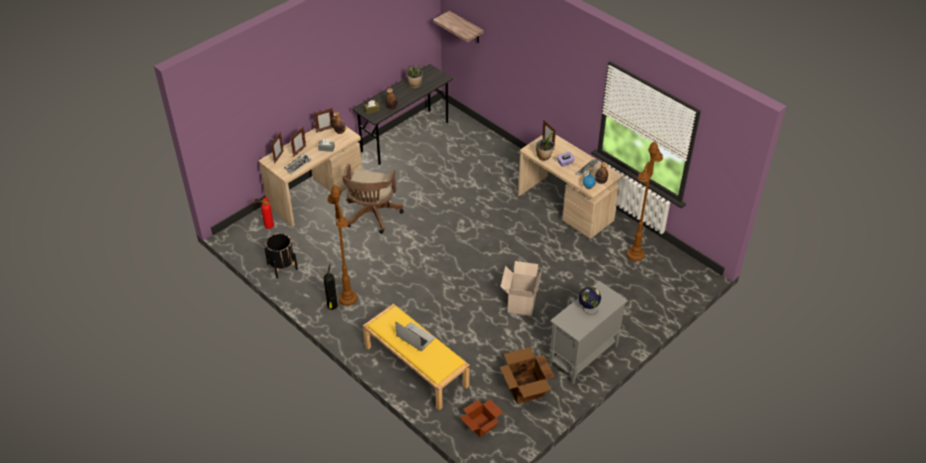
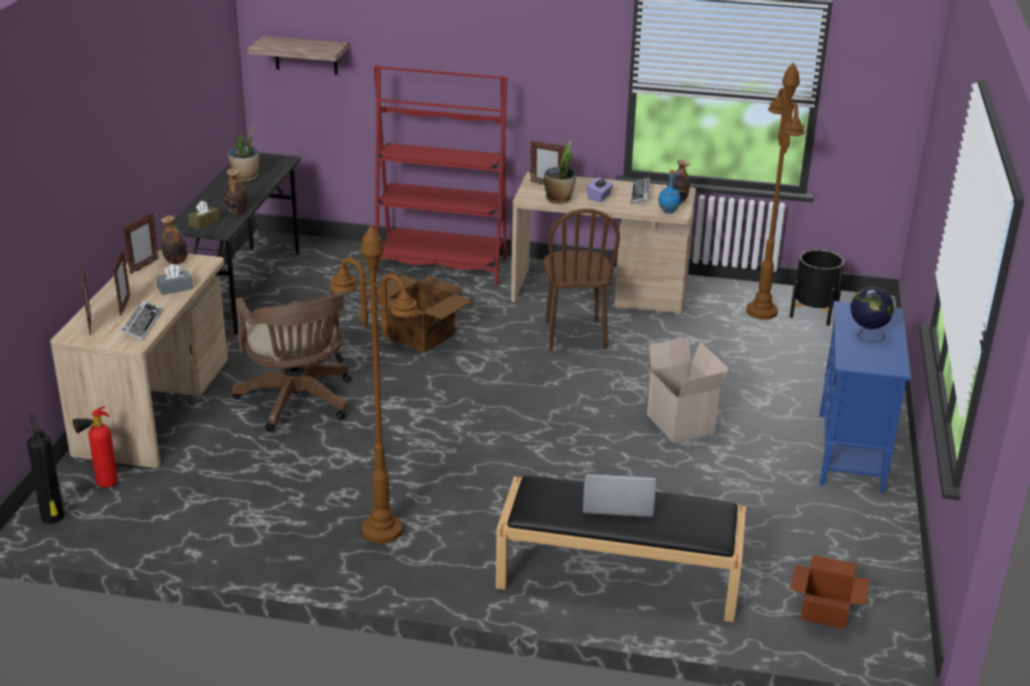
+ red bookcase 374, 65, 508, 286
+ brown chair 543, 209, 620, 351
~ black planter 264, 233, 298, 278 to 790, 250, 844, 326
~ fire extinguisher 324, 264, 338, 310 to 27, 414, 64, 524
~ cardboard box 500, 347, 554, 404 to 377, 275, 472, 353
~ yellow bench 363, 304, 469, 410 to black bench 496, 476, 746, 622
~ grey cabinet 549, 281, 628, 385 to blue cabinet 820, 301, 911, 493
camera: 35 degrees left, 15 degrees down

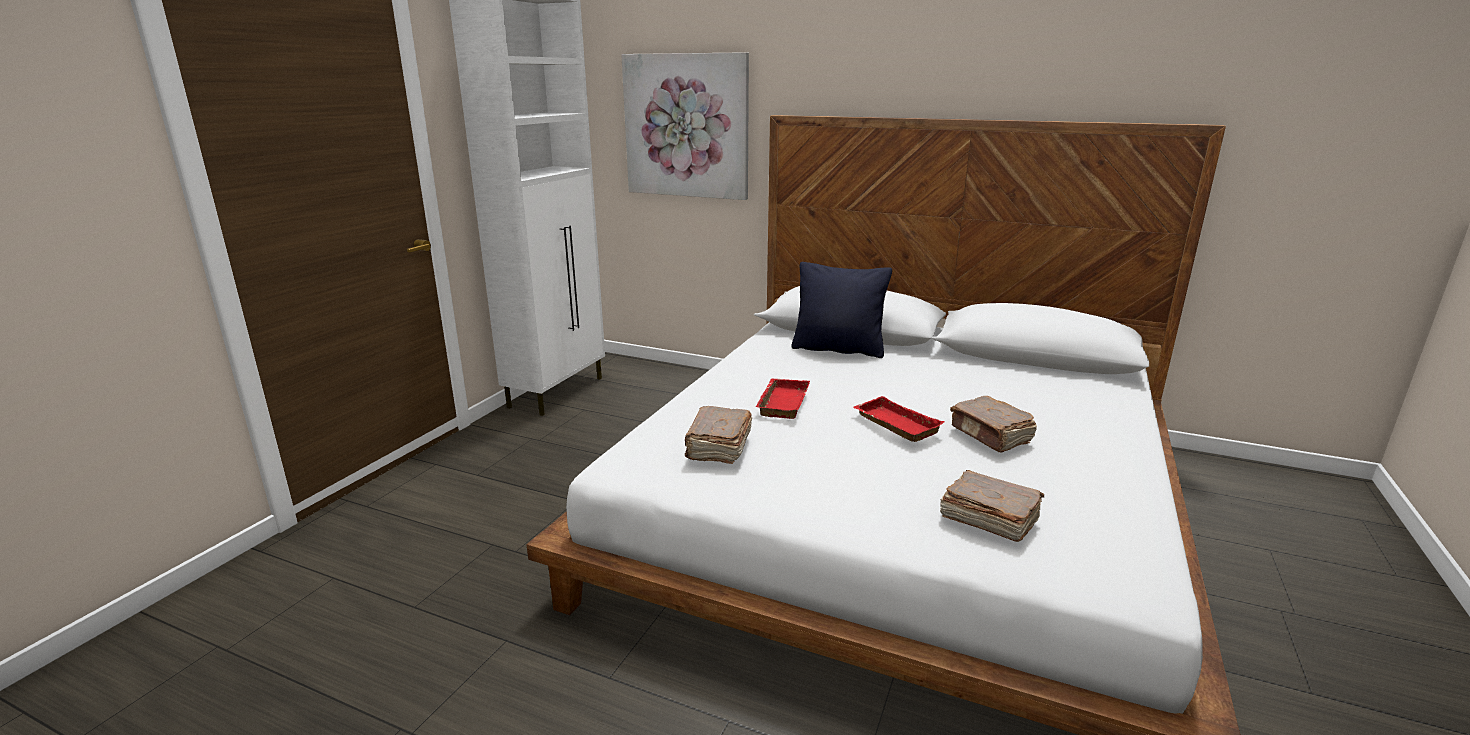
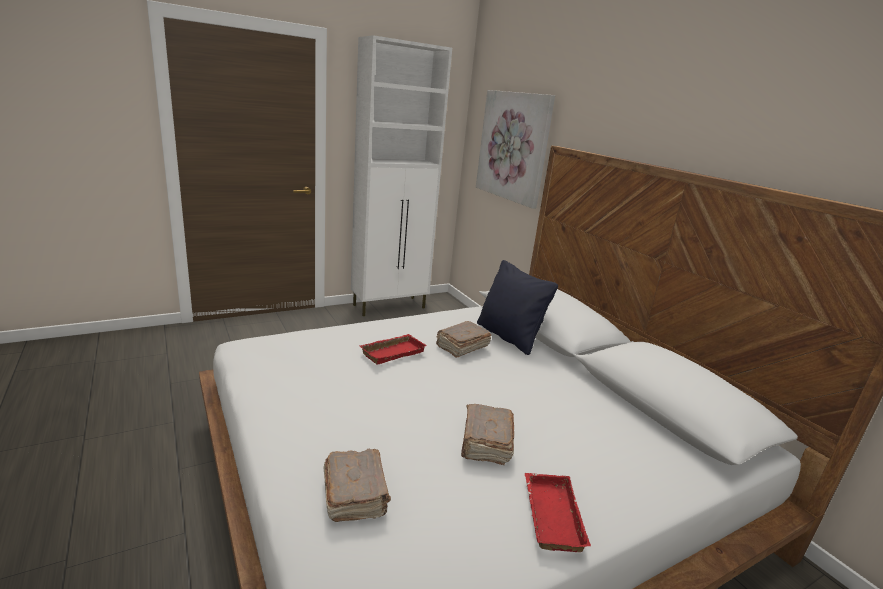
~ brown book 684, 406, 752, 464 to 436, 321, 491, 358
~ red tray 853, 396, 944, 442 to 524, 473, 591, 552
camera: 35 degrees right, 0 degrees up

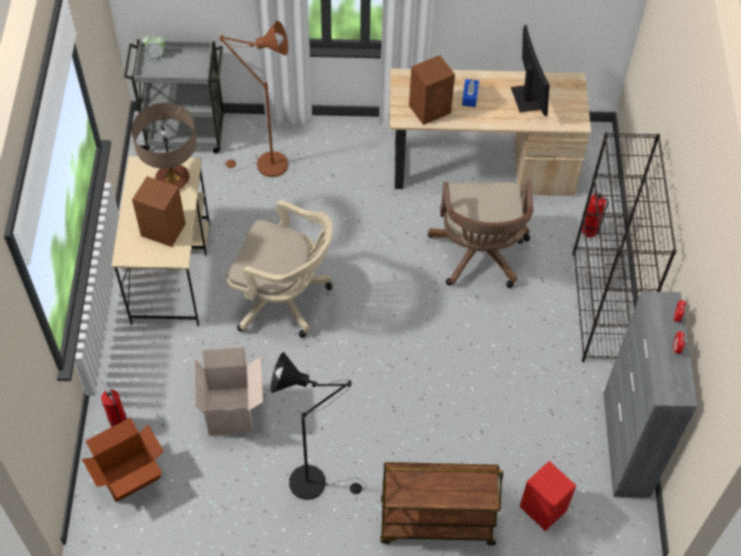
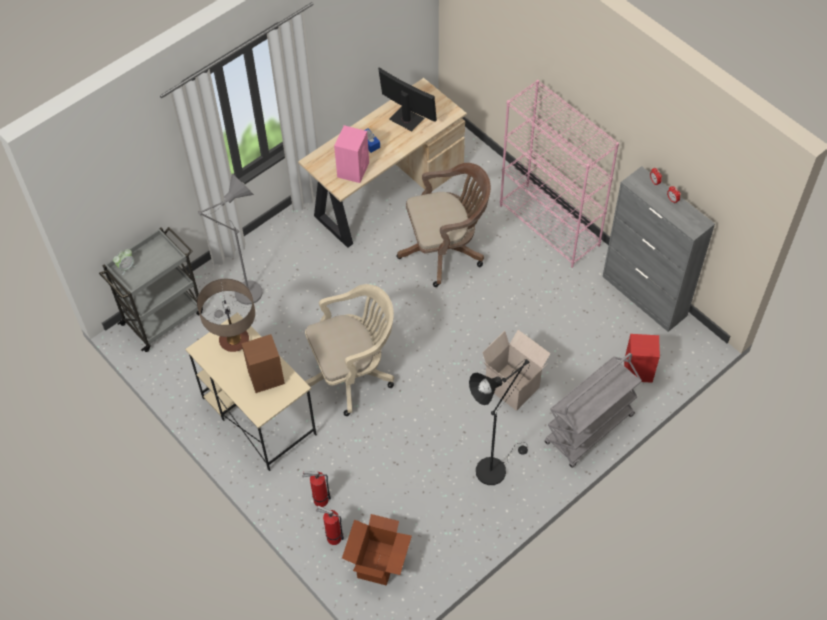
~ cardboard box 194, 347, 263, 436 to 482, 330, 551, 411
~ fire extinguisher 582, 182, 609, 237 to 302, 470, 331, 507
~ brown floor lamp 220, 20, 288, 177 to grey floor lamp 198, 173, 263, 321
~ brown cart 380, 462, 503, 546 to grey cart 544, 353, 642, 468
~ brown speaker 409, 55, 455, 125 to pink speaker 334, 125, 369, 183
~ black bookcase 572, 132, 677, 362 to pink bookcase 500, 80, 619, 268
~ brown office chair 427, 180, 534, 288 = 397, 163, 491, 287 60 degrees counterclockwise
camera: 40 degrees left, 0 degrees up

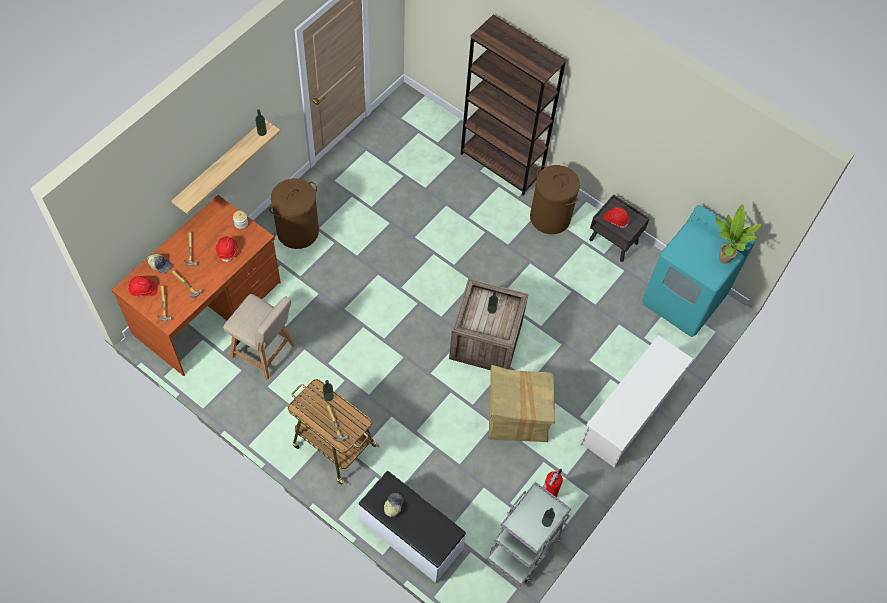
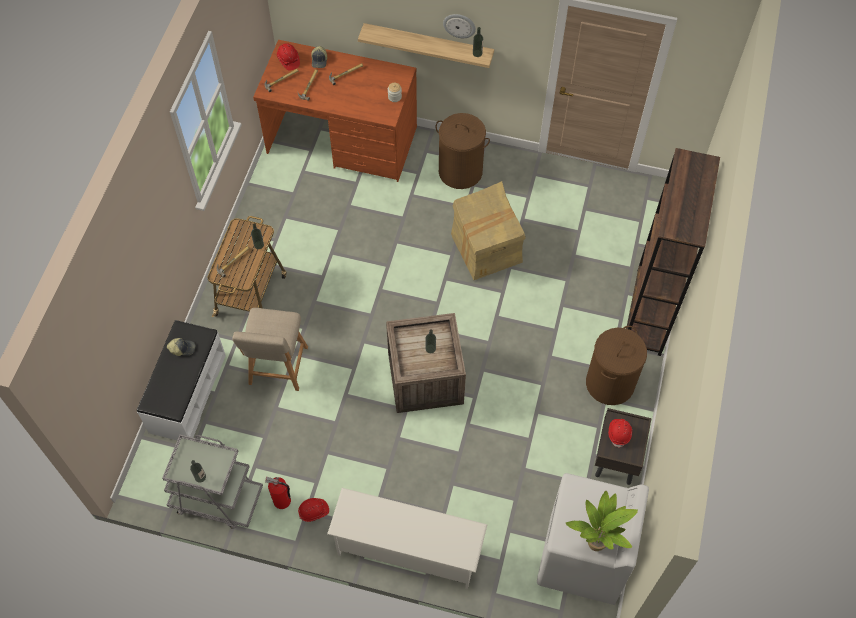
+ wall clock 443, 14, 476, 38
~ red hard hat 216, 236, 237, 263 to 298, 498, 329, 522
~ beige chair 223, 294, 295, 380 to 232, 308, 308, 391
~ cardboard box 489, 365, 555, 442 to 451, 181, 526, 280
~ turquoise washing machine 642, 205, 755, 337 to white washing machine 537, 473, 649, 605
camera: 70 degrees right, 0 degrees up

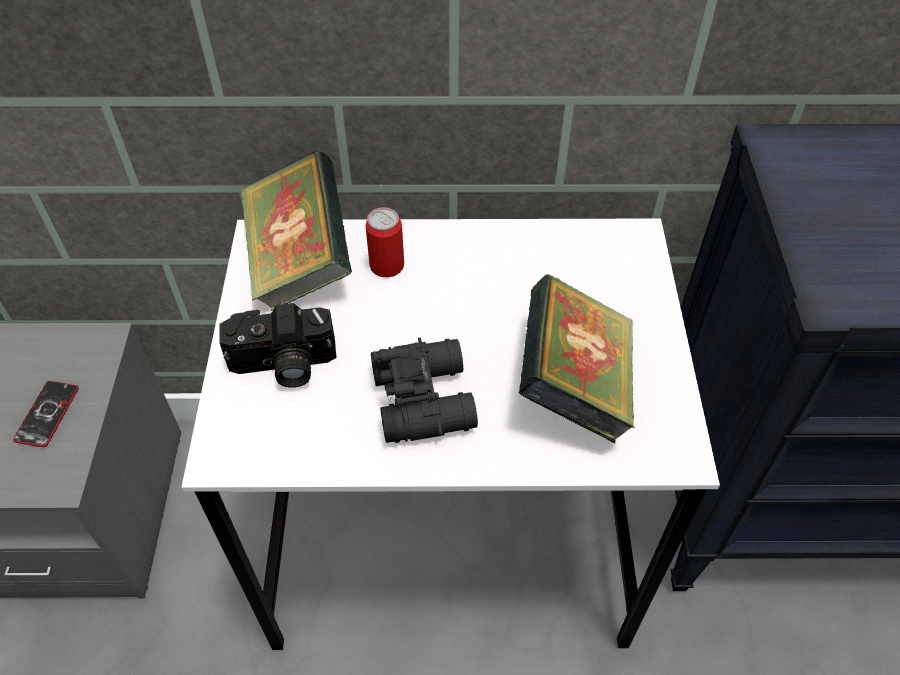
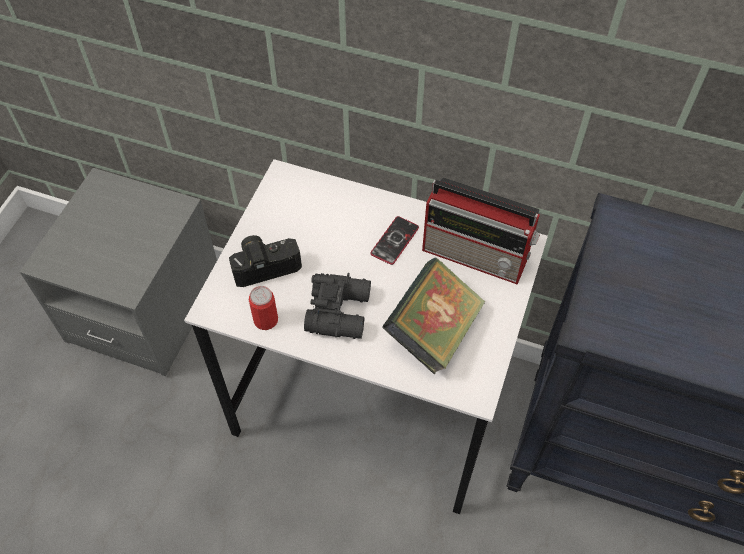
- book 240, 151, 352, 311
+ radio 422, 177, 540, 285
~ phone 13, 381, 79, 447 to 370, 216, 419, 265
~ can 366, 207, 404, 277 to 249, 286, 278, 330
~ photo camera 219, 303, 337, 388 = 229, 235, 302, 287 150 degrees clockwise
camera: 20 degrees right, 5 degrees up

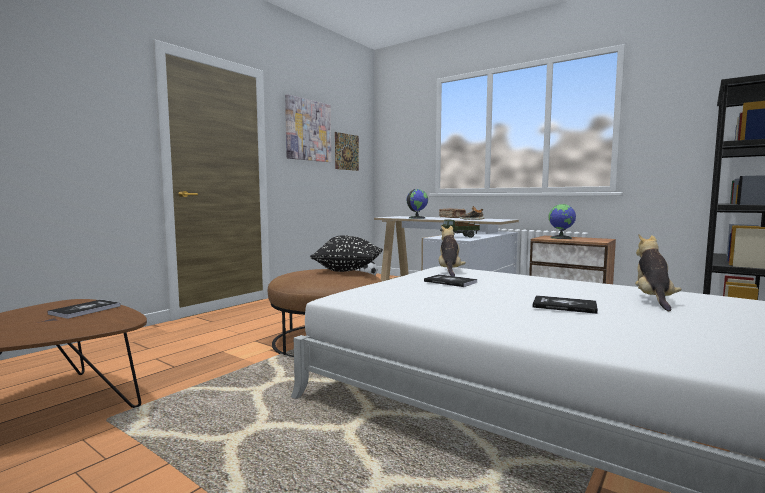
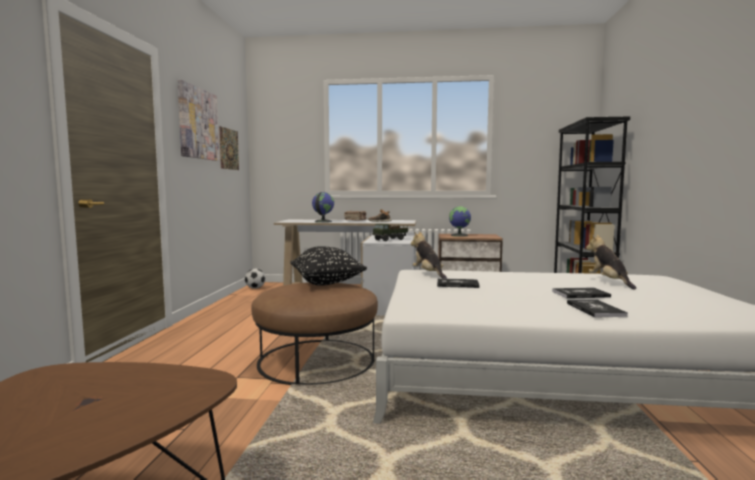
~ book 47, 300, 120, 319 to 567, 299, 628, 318
camera: 30 degrees left, 0 degrees up

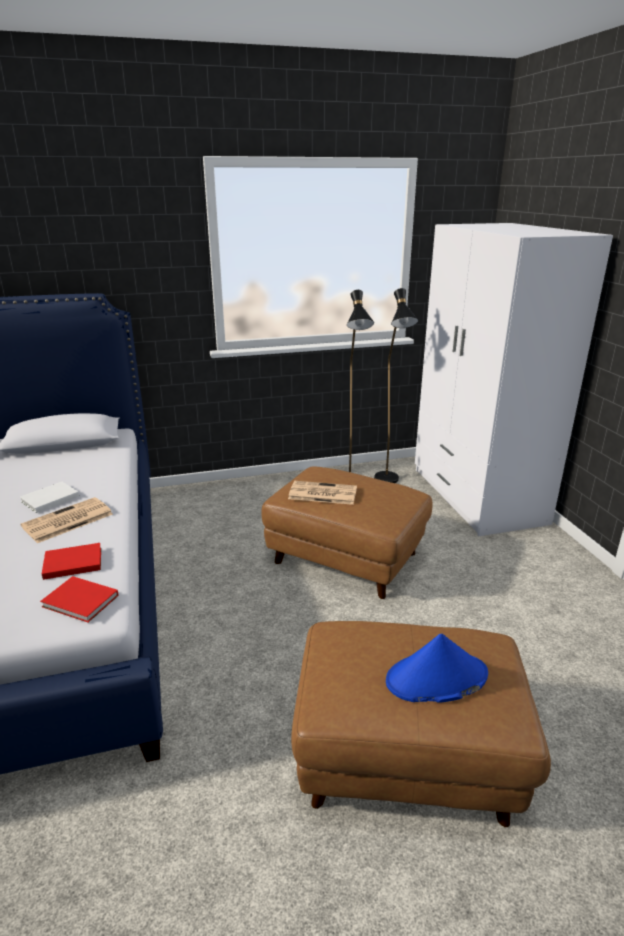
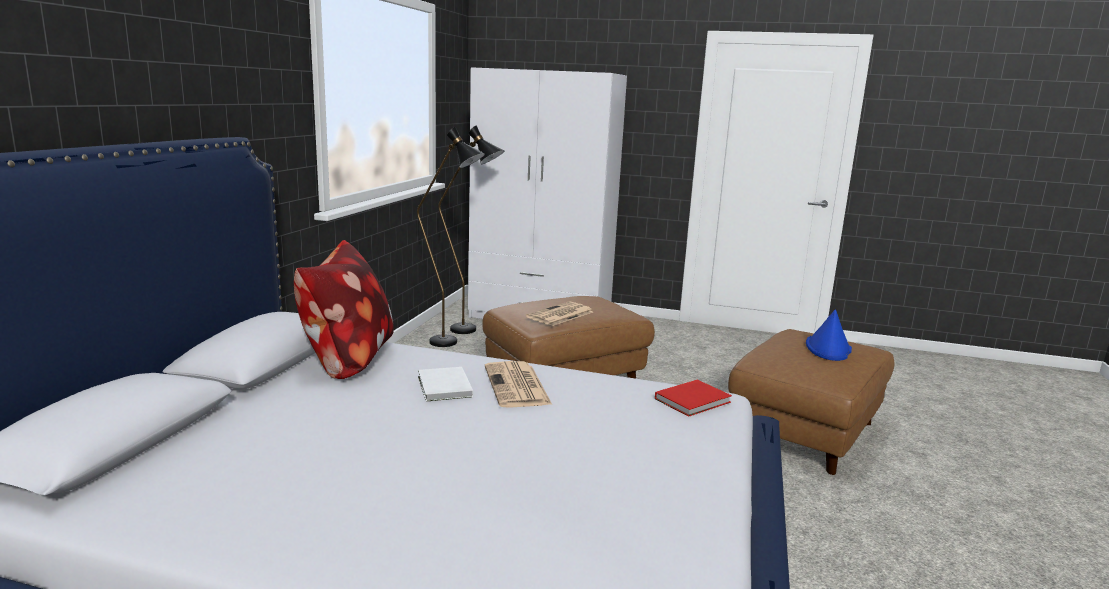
- red book 42, 543, 101, 580
+ pillow 294, 240, 394, 379
camera: 60 degrees left, 10 degrees down

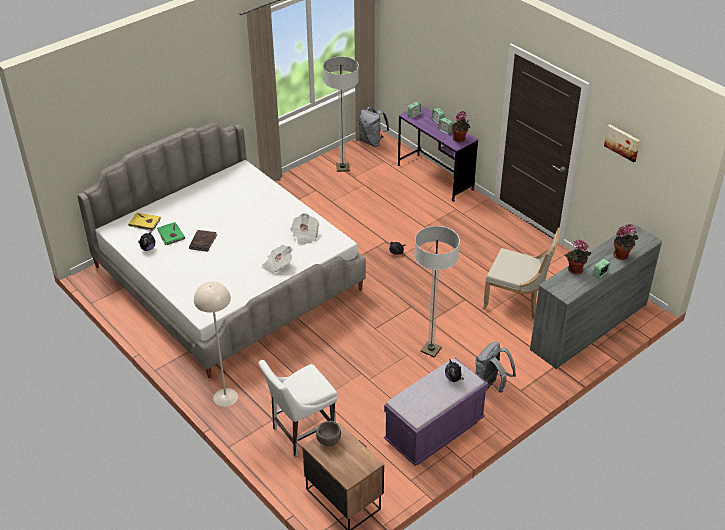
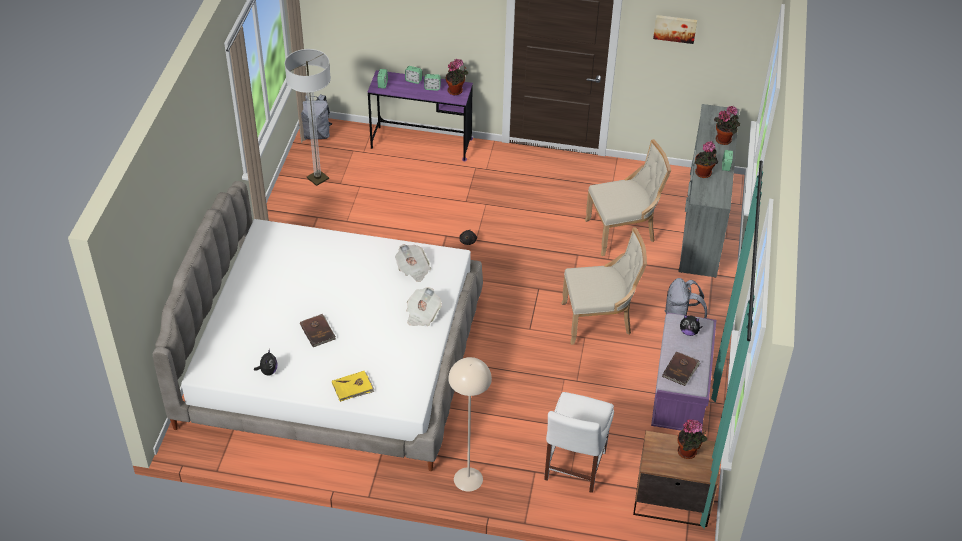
- green book 157, 222, 185, 245
- brown bowl 316, 421, 341, 446
+ brown book 662, 352, 700, 386
+ potted plant 678, 420, 707, 459
~ yellow book 128, 212, 161, 231 to 332, 371, 374, 402
~ floor lamp 414, 226, 460, 357 to beige chair 561, 228, 647, 345
camera: 40 degrees left, 5 degrees up

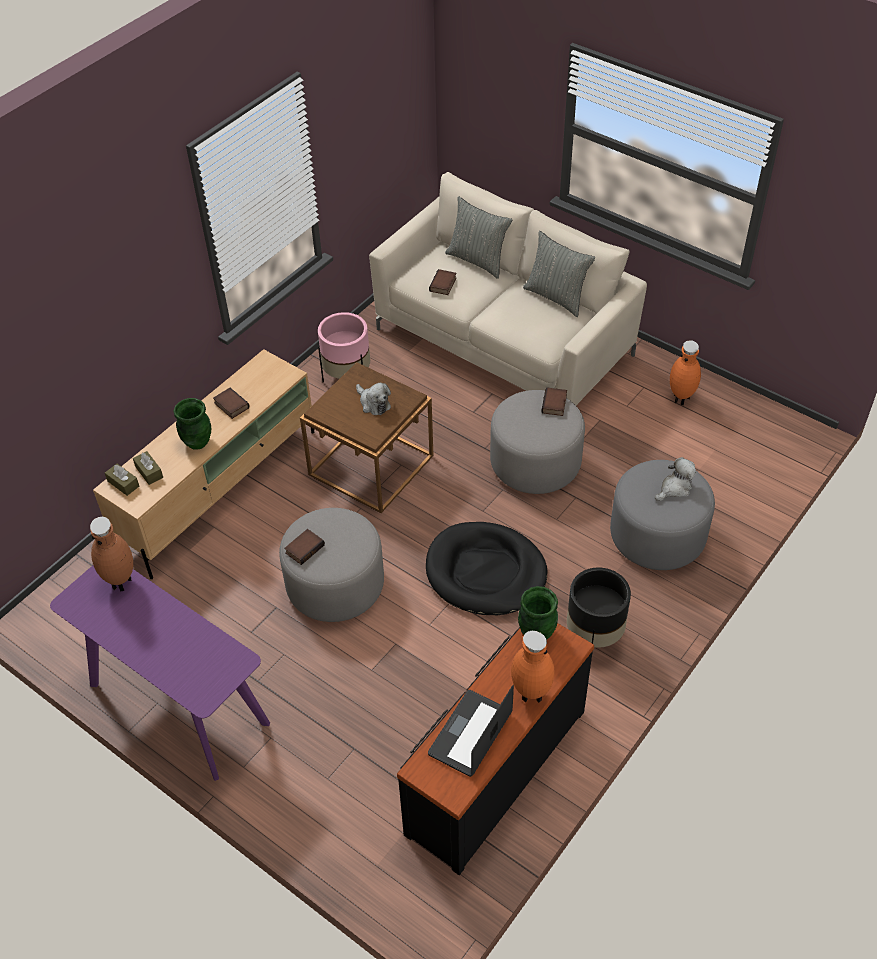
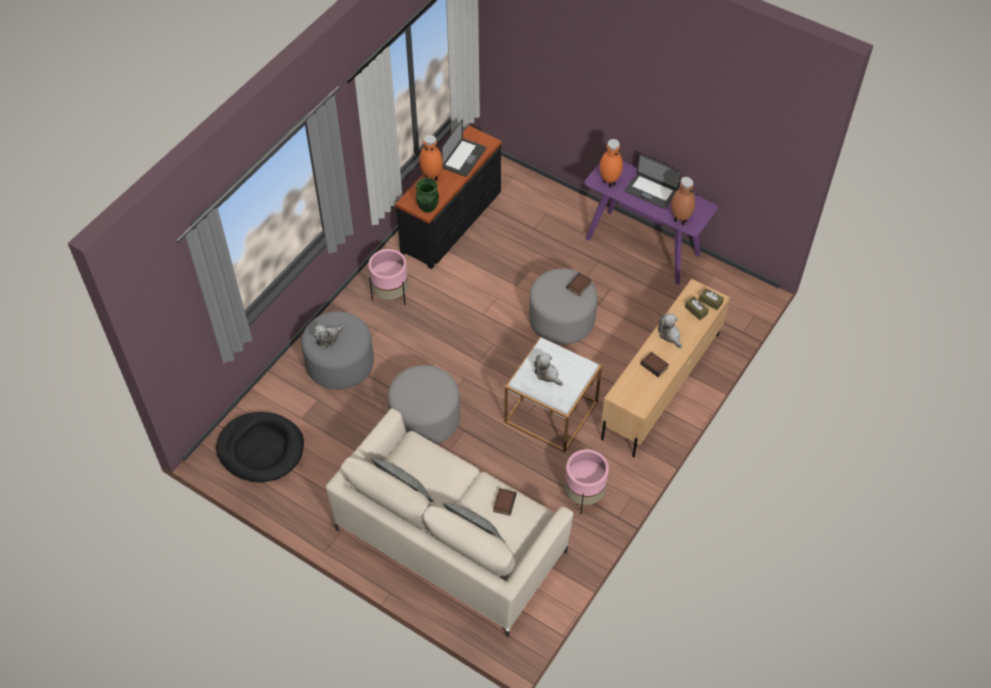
- book 541, 387, 567, 416
+ laptop 624, 154, 681, 209
~ black dog bed 426, 522, 548, 615 to 216, 412, 304, 483
~ orange vase 670, 340, 701, 405 to 600, 139, 623, 187
~ green vase 173, 398, 211, 450 to plush toy 658, 314, 682, 348
~ brown side table 300, 362, 434, 513 to white side table 504, 337, 602, 452
~ black planter 567, 568, 631, 648 to pink planter 368, 249, 408, 305
camera: 175 degrees right, 5 degrees up

